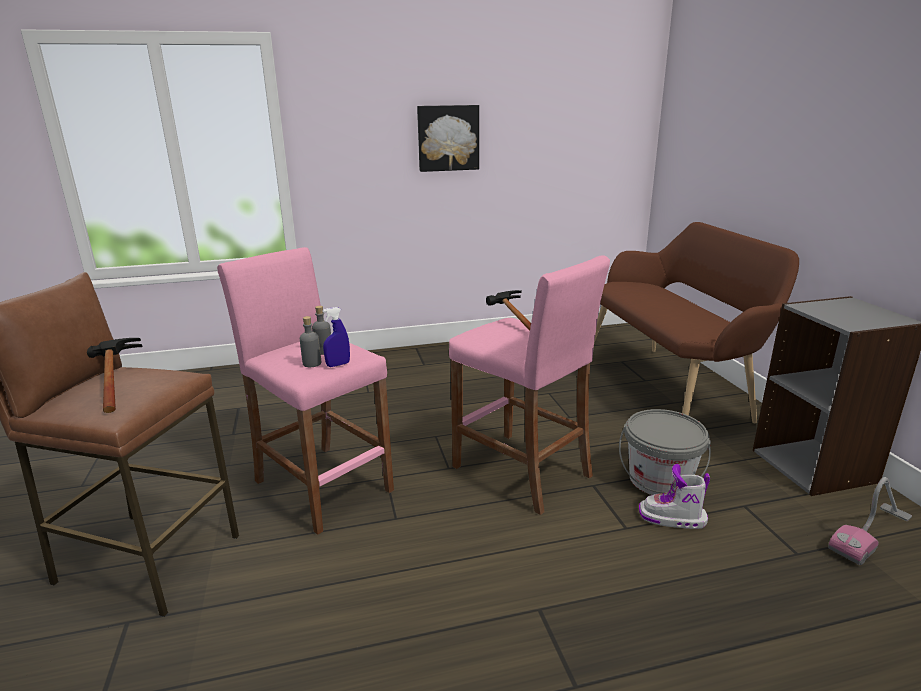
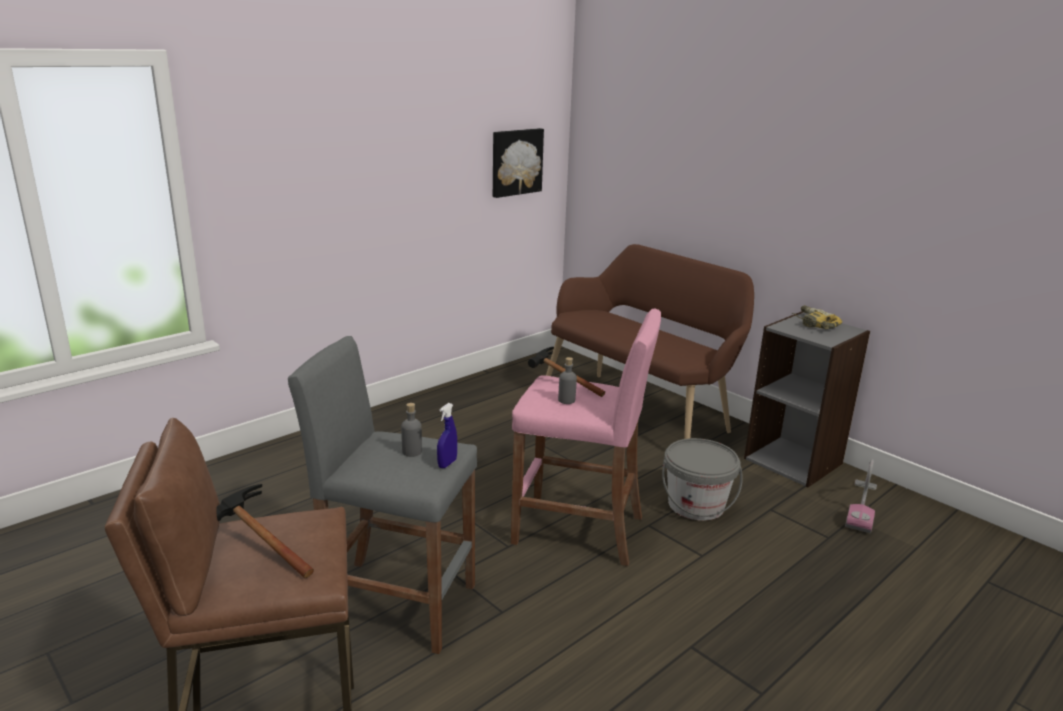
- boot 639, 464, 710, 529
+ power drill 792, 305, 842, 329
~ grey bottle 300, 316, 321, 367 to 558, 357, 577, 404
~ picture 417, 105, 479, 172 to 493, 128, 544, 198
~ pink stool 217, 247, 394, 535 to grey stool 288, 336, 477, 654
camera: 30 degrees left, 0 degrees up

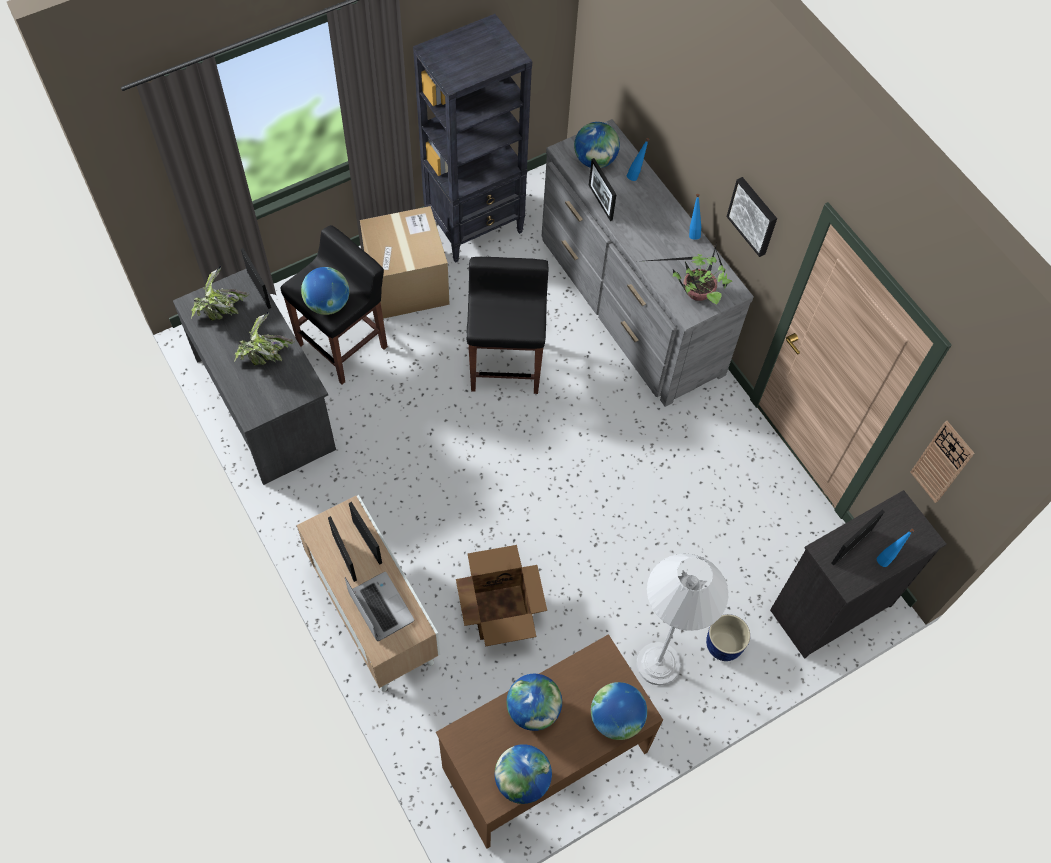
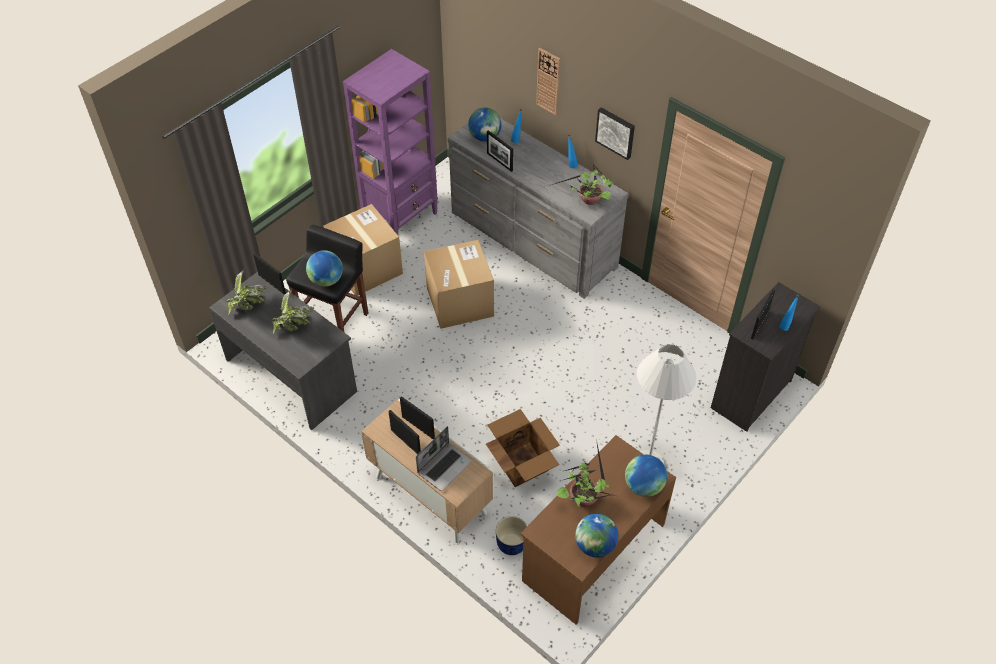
~ blue planter 706, 614, 750, 661 to 496, 516, 527, 555
~ wall clock 911, 421, 975, 503 to 536, 47, 560, 115
~ black stool 466, 257, 548, 394 to cardboard box 424, 240, 494, 329
~ globe 506, 674, 562, 731 to potted plant 556, 440, 615, 507
~ black bookcase 413, 14, 532, 263 to purple bookcase 343, 49, 438, 235
~ laptop 345, 572, 414, 641 = 416, 426, 472, 491 90 degrees clockwise
camera: 15 degrees left, 10 degrees down

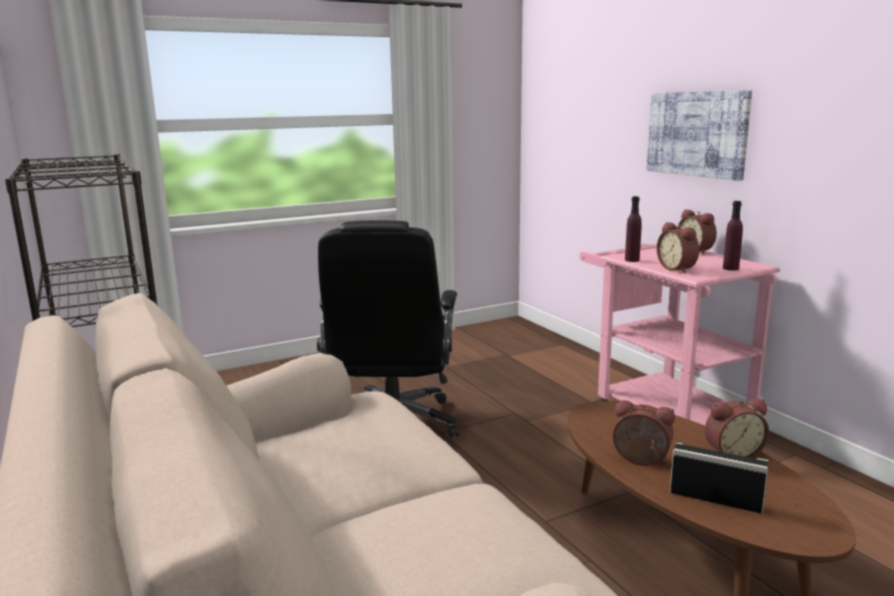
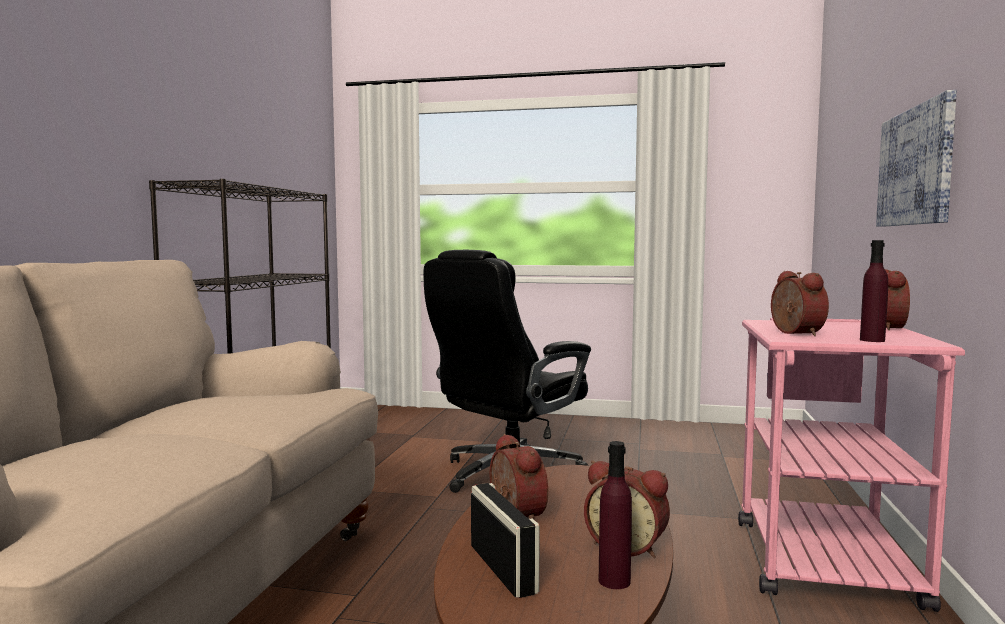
~ purple bottle 625, 196, 642, 262 to 599, 441, 632, 589
~ alarm clock 657, 222, 699, 273 = 771, 271, 829, 336 150 degrees clockwise
camera: 40 degrees right, 10 degrees down

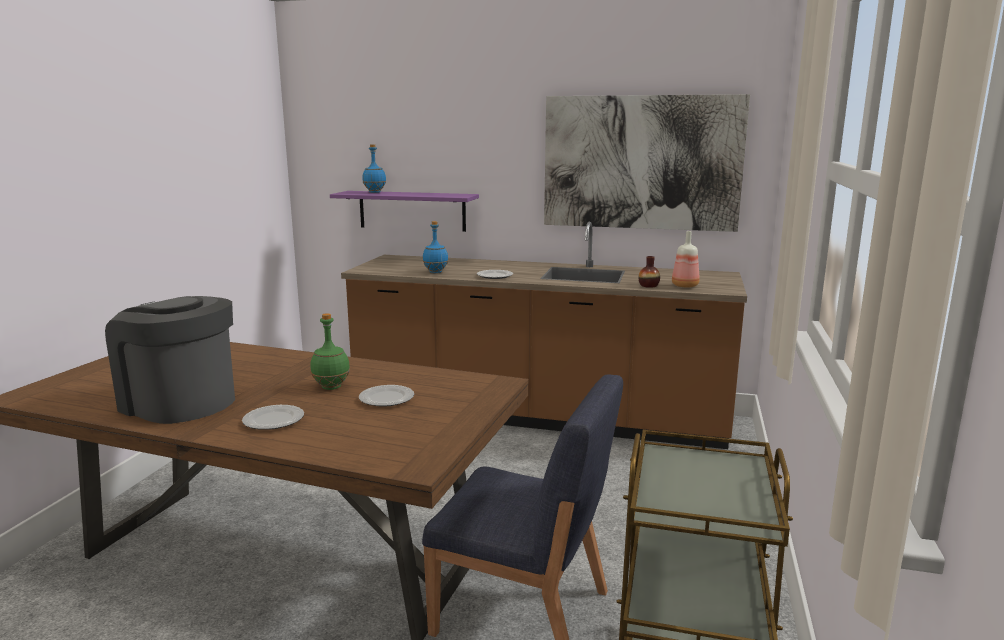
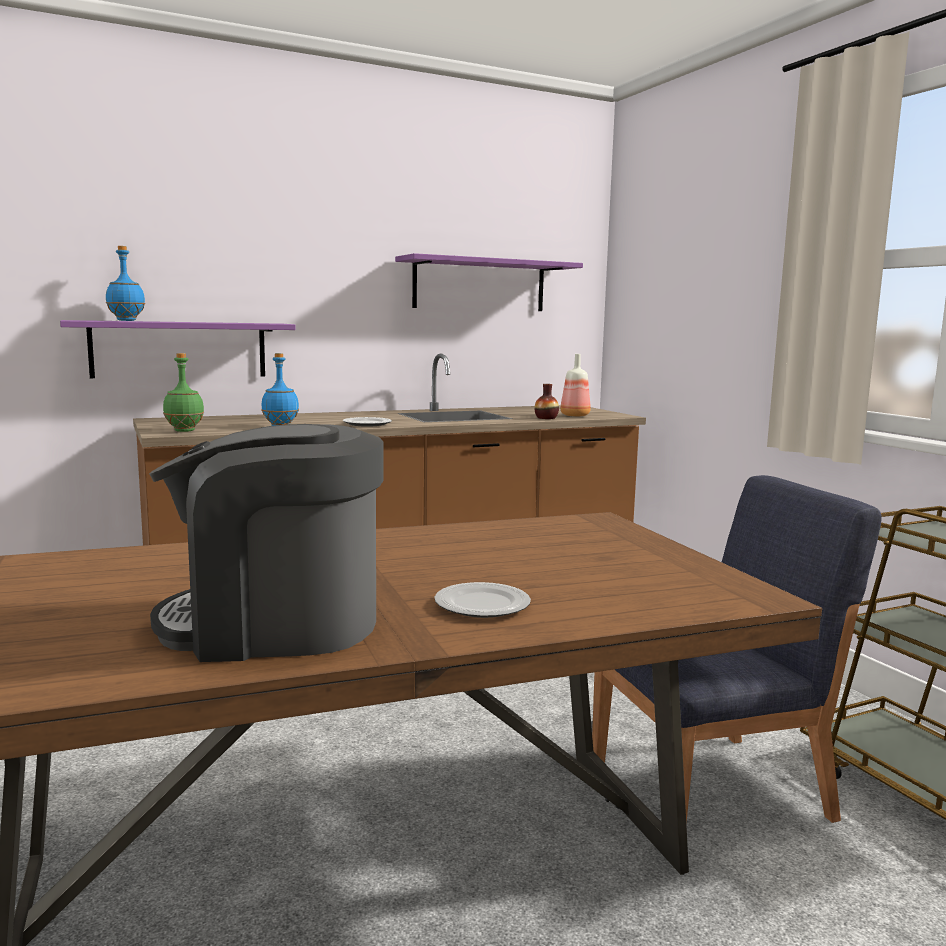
- plate 359, 385, 414, 407
~ green bottle 310, 313, 350, 390 to 163, 353, 204, 432
~ picture 544, 94, 750, 232 to purple shelf 395, 253, 583, 311
camera: 40 degrees left, 5 degrees down

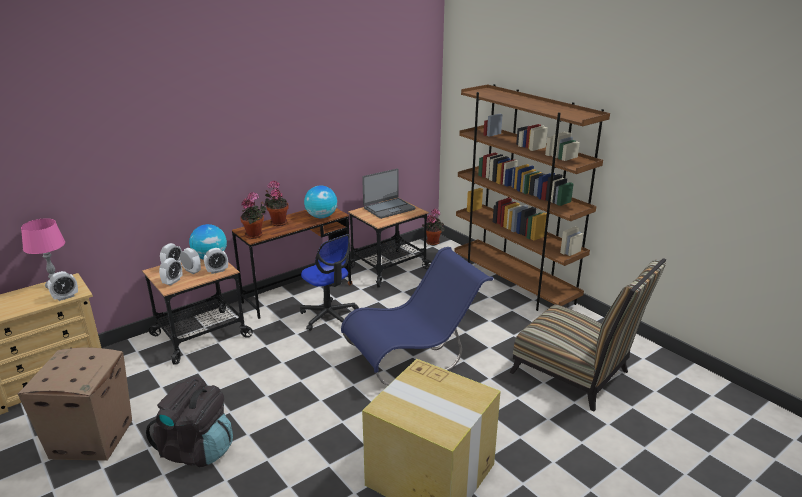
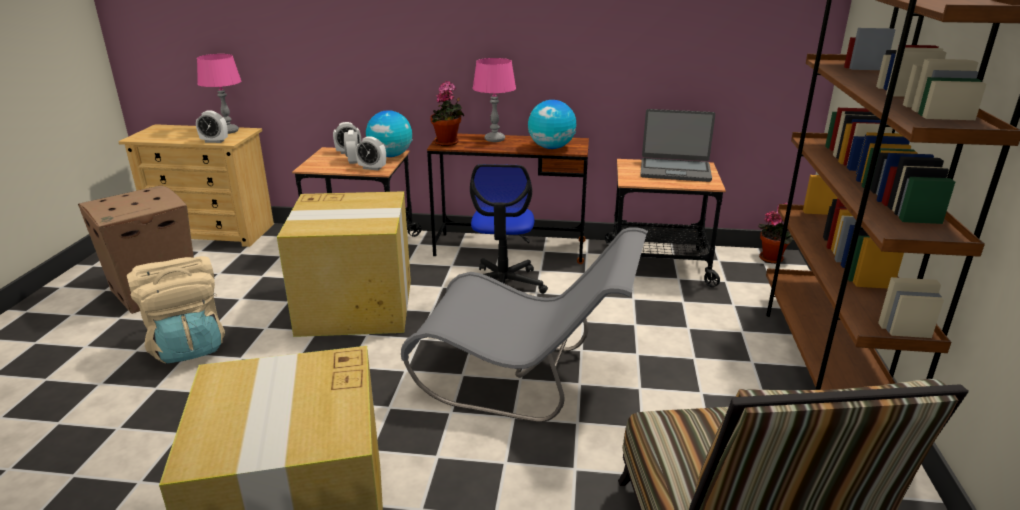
- alarm clock 159, 258, 183, 286
+ cardboard box 277, 191, 411, 337
~ potted plant 264, 181, 289, 226 to pink table lamp 473, 58, 516, 142
~ black backpack 146, 376, 233, 467 to beige backpack 127, 256, 225, 364
~ blue chair 341, 247, 493, 386 to grey chair 401, 227, 648, 422
camera: 45 degrees right, 0 degrees up

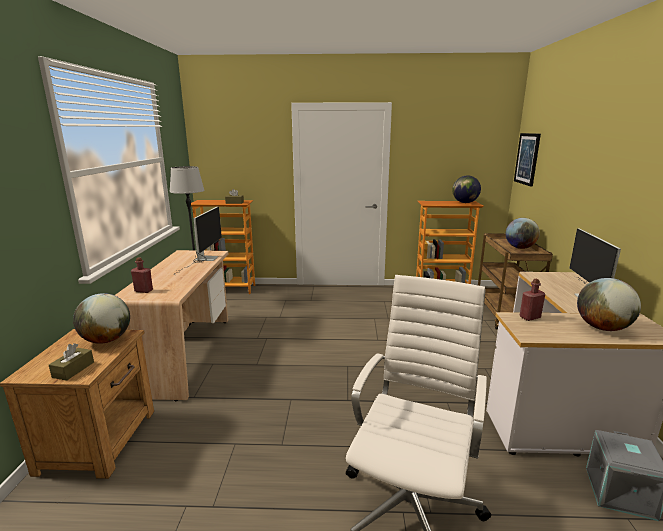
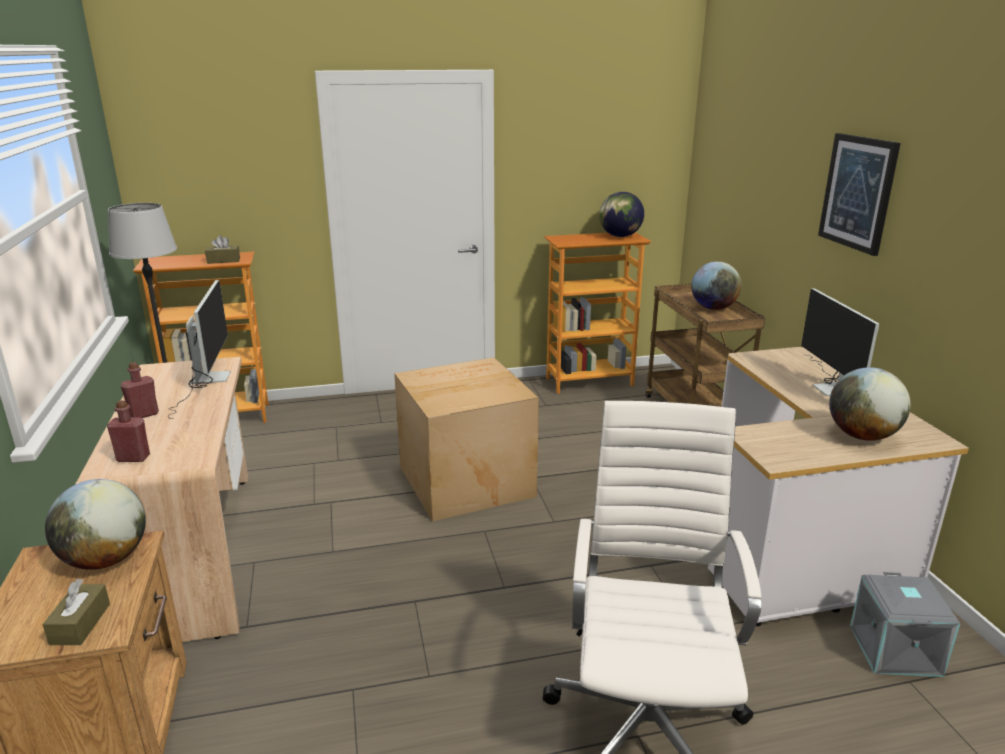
+ cardboard box 394, 357, 539, 521
~ picture 514, 133, 541, 186 to 818, 133, 901, 256
~ red bottle 520, 279, 545, 321 to 120, 362, 159, 418
camera: 15 degrees left, 5 degrees up

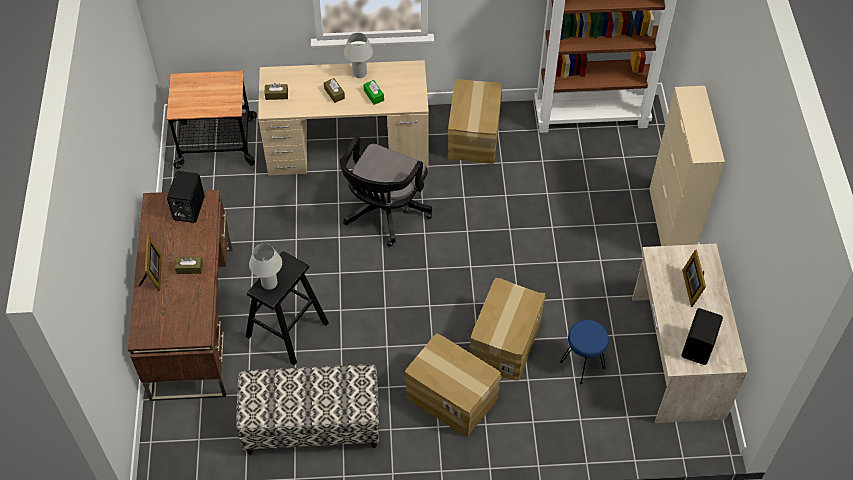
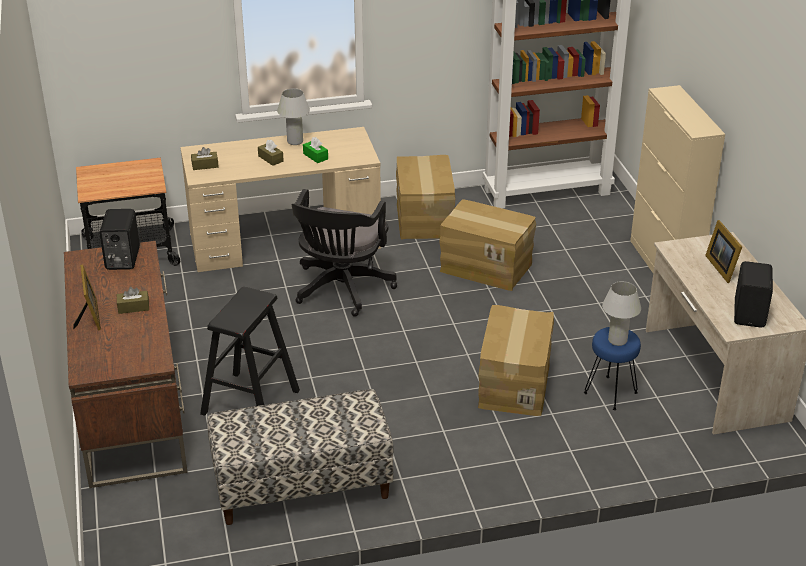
~ white table lamp 249, 244, 282, 290 to 602, 281, 641, 346
~ cardboard box 404, 333, 502, 437 to 439, 199, 536, 291
camera: 10 degrees left, 20 degrees down

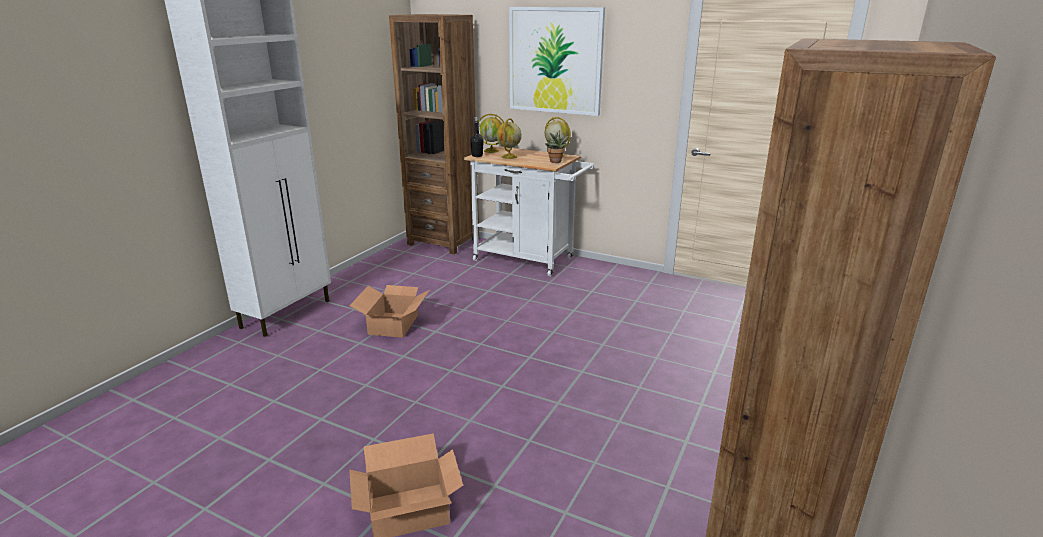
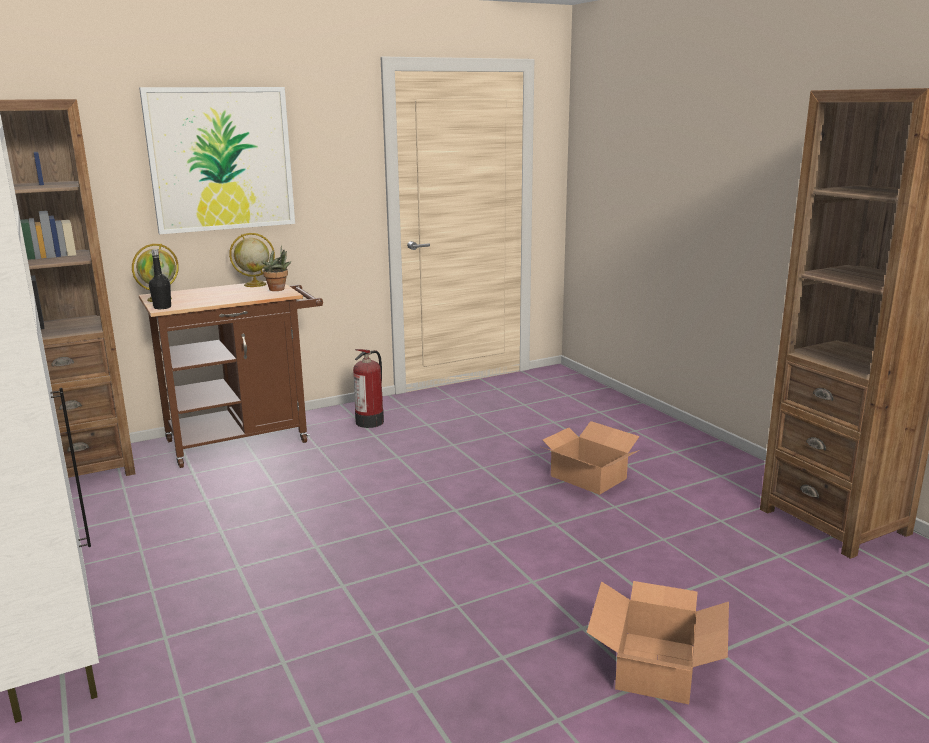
- globe 496, 118, 522, 159
+ fire extinguisher 353, 349, 384, 428
~ cardboard box 350, 285, 429, 338 to 539, 421, 640, 495
~ white cart 464, 146, 594, 277 to brown cart 139, 281, 323, 468
camera: 55 degrees left, 5 degrees down

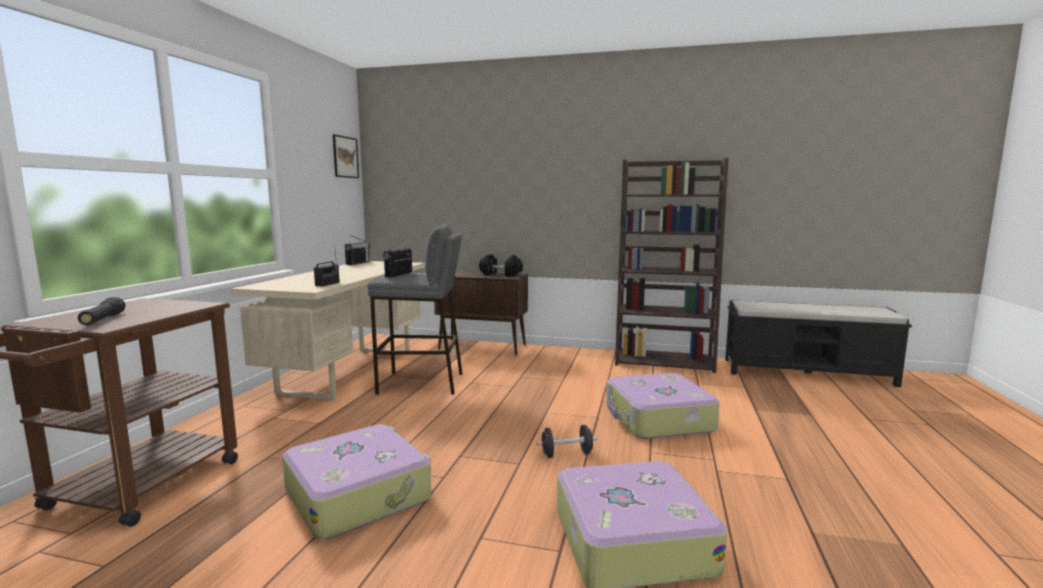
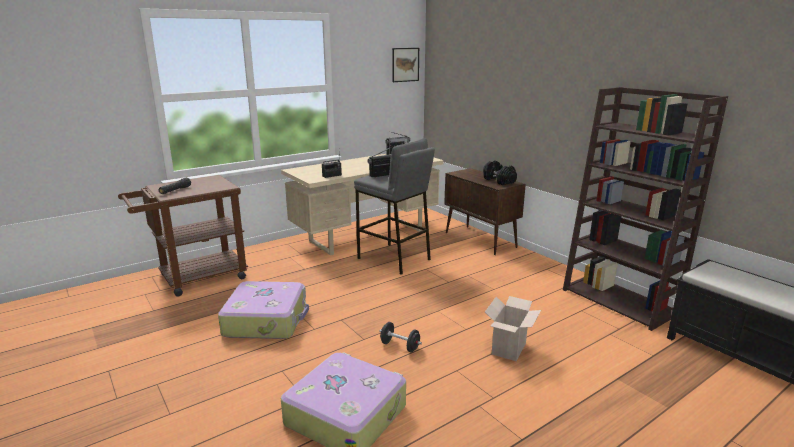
~ suitcase 606, 373, 720, 439 to cardboard box 485, 296, 541, 361
camera: 40 degrees right, 10 degrees up

